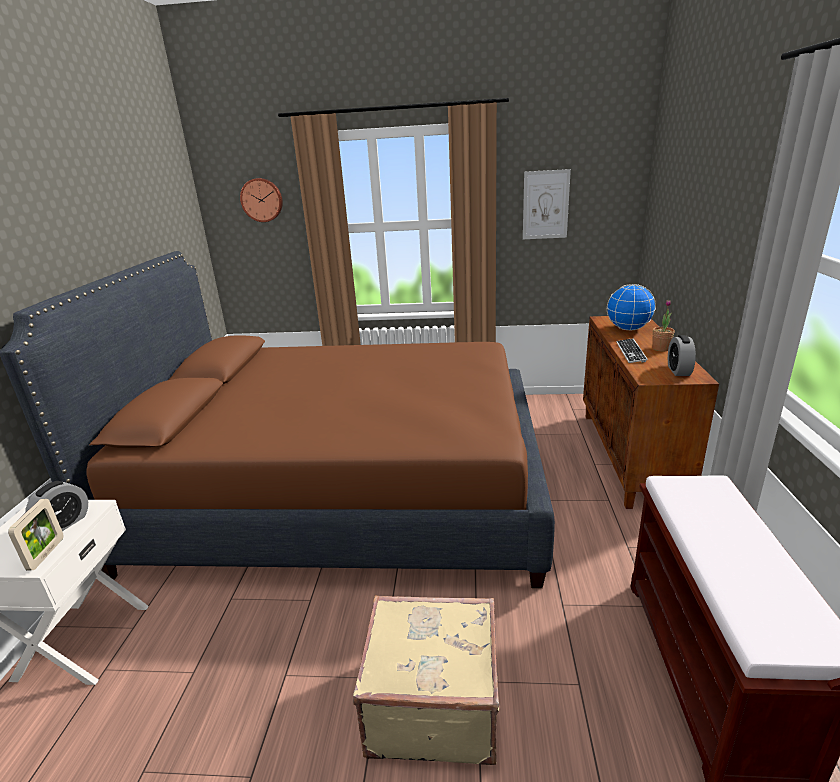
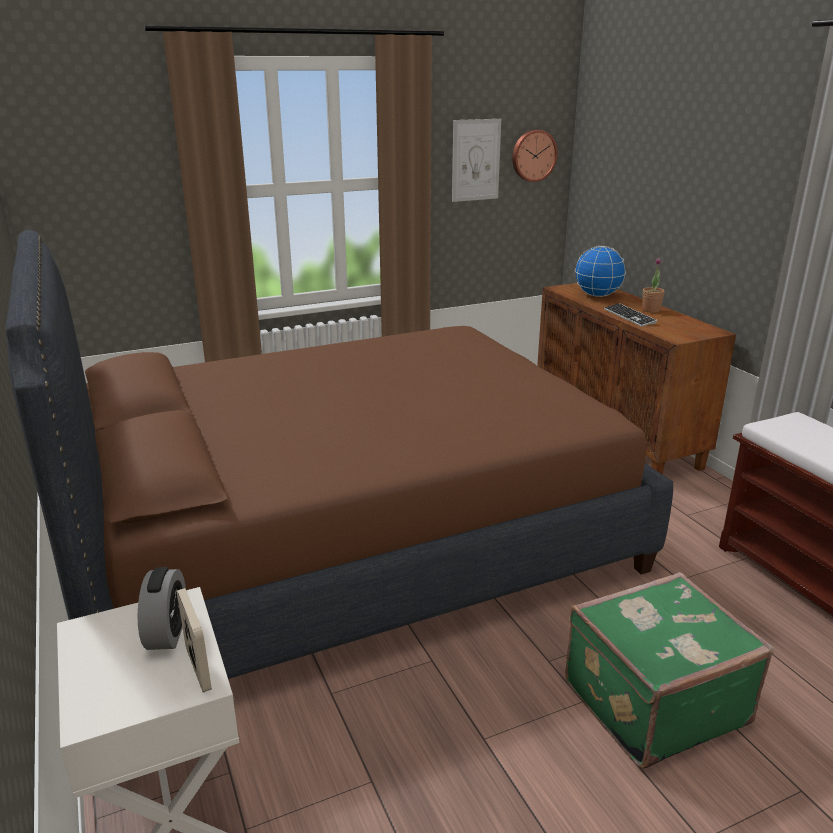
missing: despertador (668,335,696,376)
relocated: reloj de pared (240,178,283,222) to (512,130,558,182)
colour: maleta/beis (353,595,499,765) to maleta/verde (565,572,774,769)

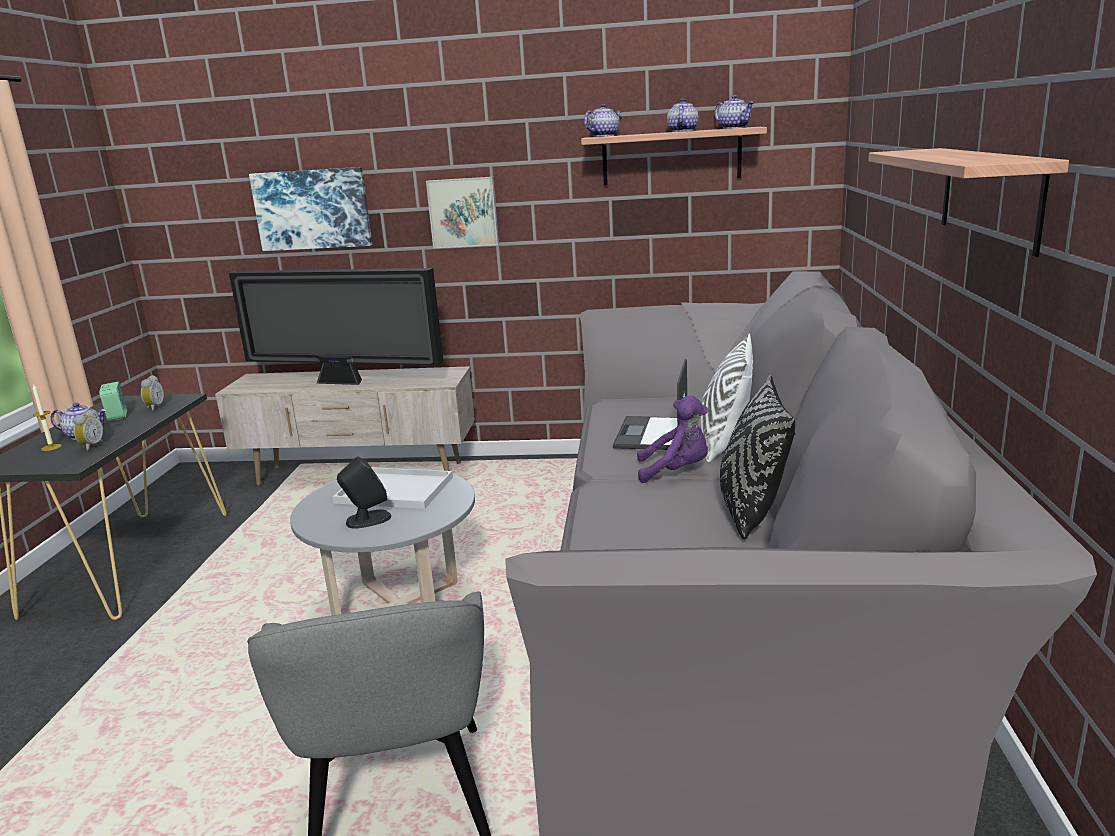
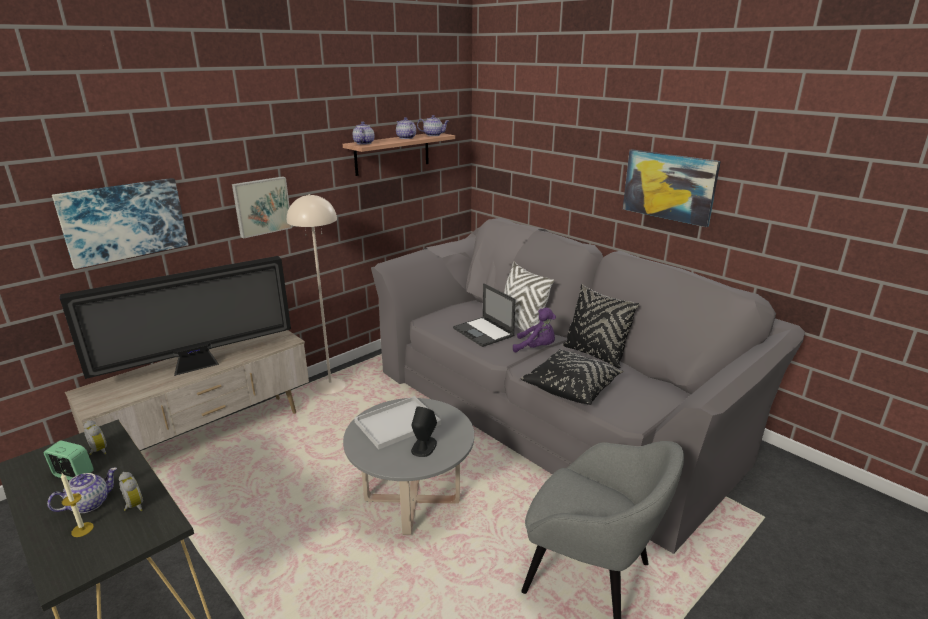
appeared: lámpara de pie/beis (287,194,346,394); cojín/negro (521,349,623,405)
exchanged: estante (868,148,1069,257) to cuadro (623,149,721,227)
spun: peluche/morado (637,395,708,483) = (513,308,556,352) 60 degrees clockwise

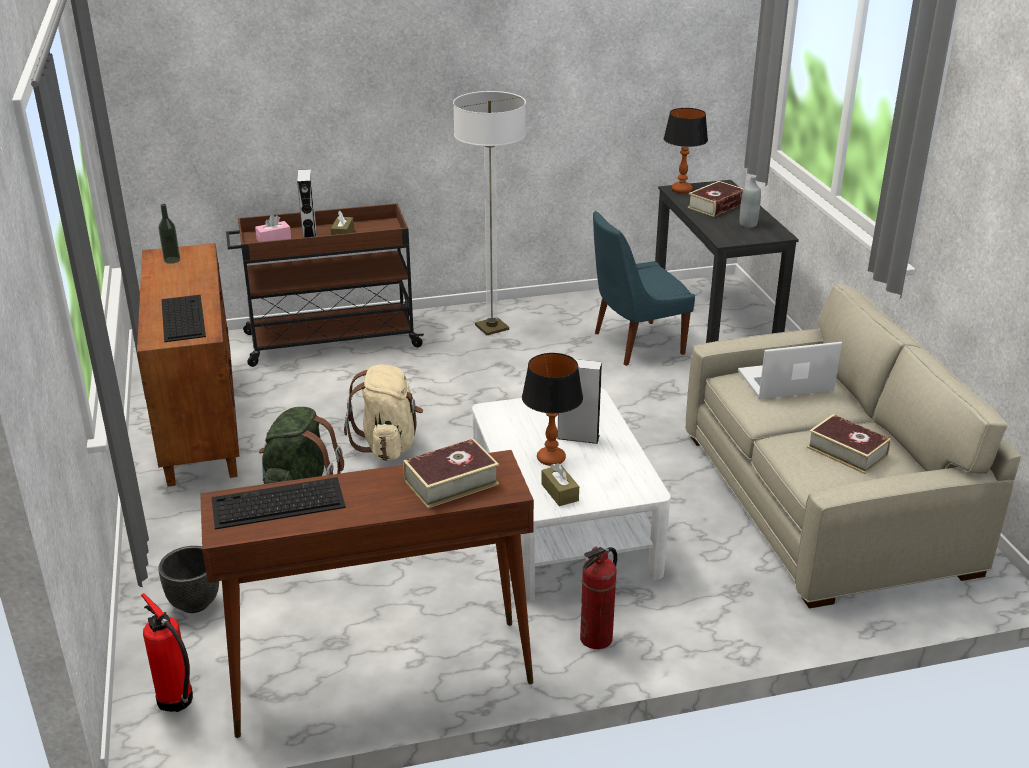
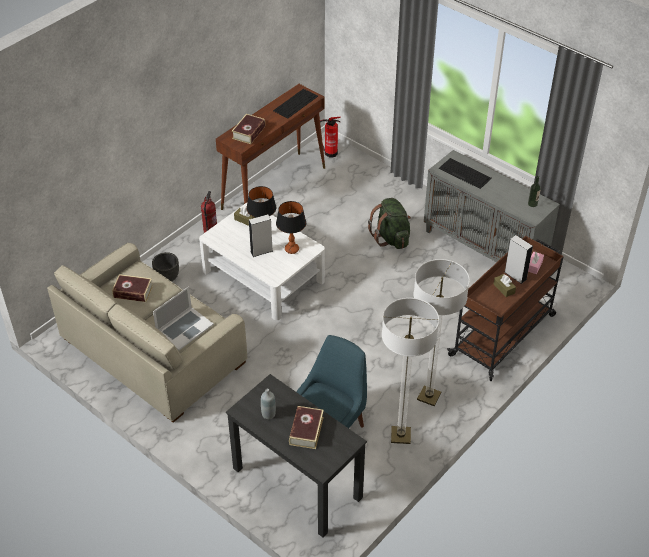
missing: mochila/beis (344,365,423,461)
appeared: lámpara de pie (382,298,439,444)
relocated: maceta/negro (158,546,219,613) to (152,252,179,282); lámpara de mesa (664,108,708,193) to (276,201,306,254)
colour: armario/marrón (137,243,240,486) to armario/gris (424,150,560,262)

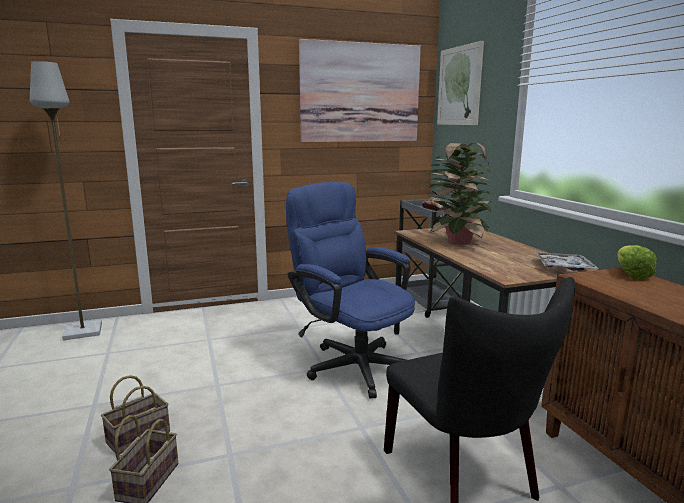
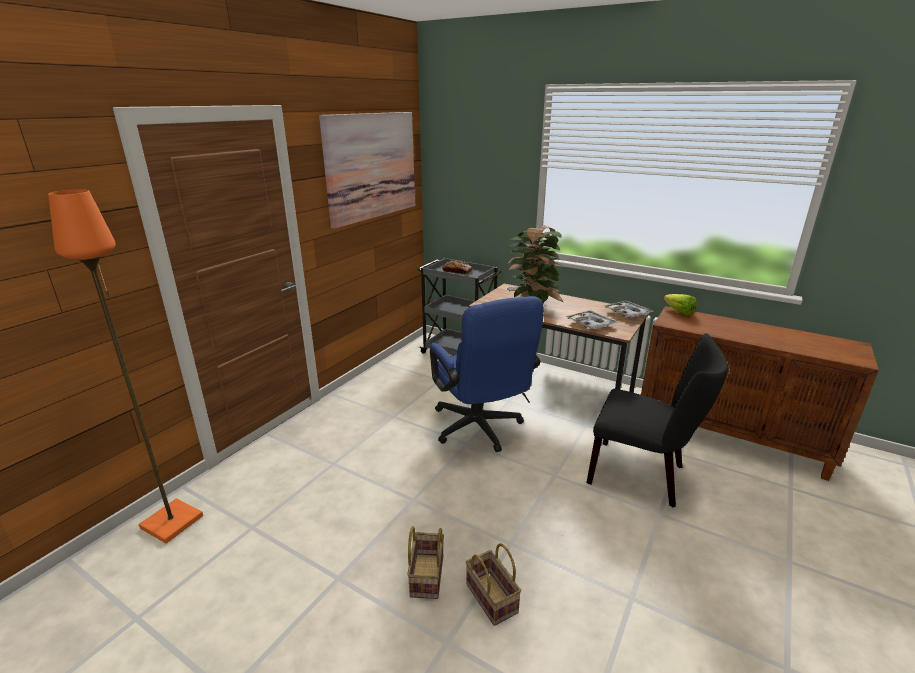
missing: cuadro (437,40,484,125)
appeared: bandeja (565,310,617,330)
colour: lámpara de pie/gris (30,61,102,340) to lámpara de pie/naranja (48,189,203,543)
spun: silla de oficina/azul (286,182,415,398) = (430,296,544,452) 120 degrees counterclockwise

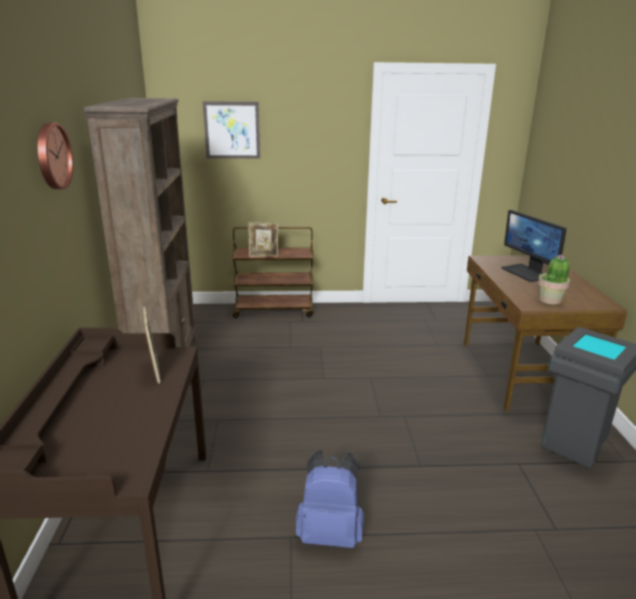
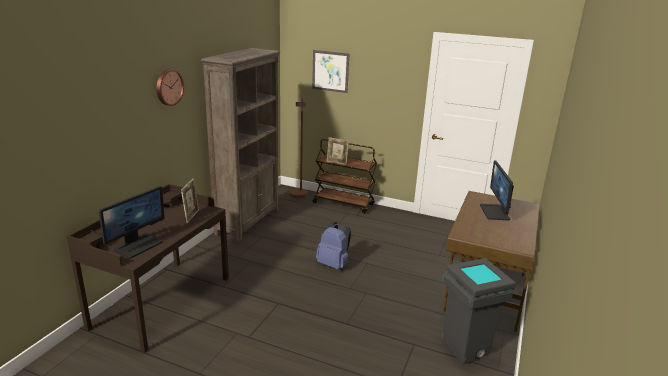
missing: planta en maceta (538,255,570,305)
appeared: monitor (99,186,164,258); lámpara de pie/marrón (290,96,308,198)
relocated: mochila/azul (296,449,364,548) to (316,222,351,269)

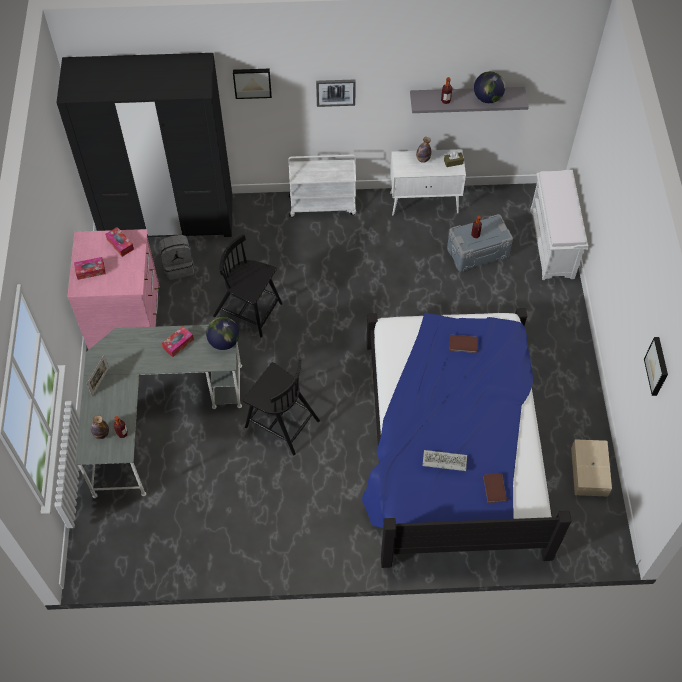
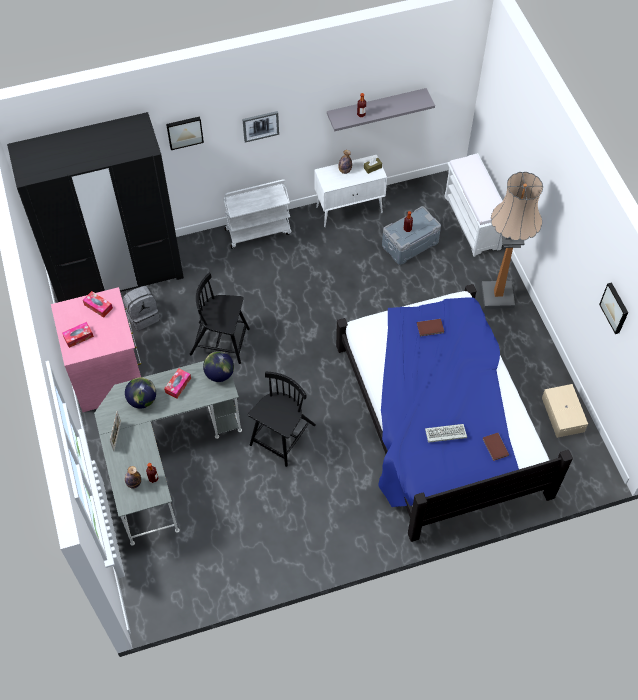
appeared: lámpara de pie (481,172,543,309)
relocated: globo terráqueo (474,71,505,103) to (125,377,156,409)
spun: silla/negro (243,360,320,455) = (248,372,316,467) 75 degrees counterclockwise

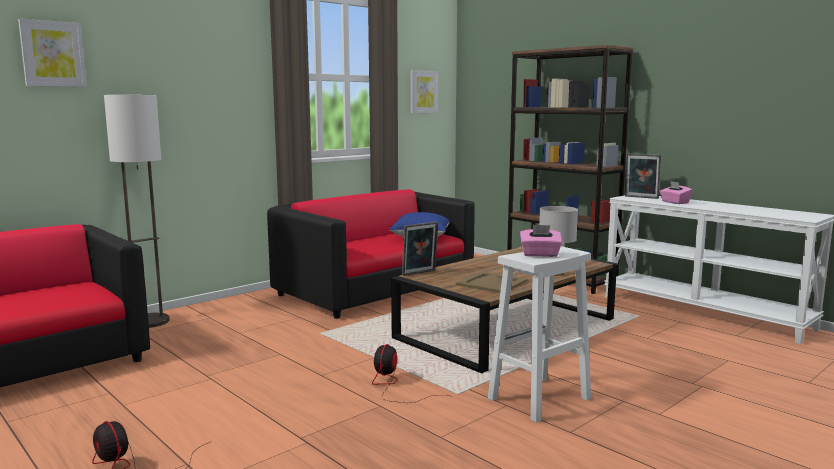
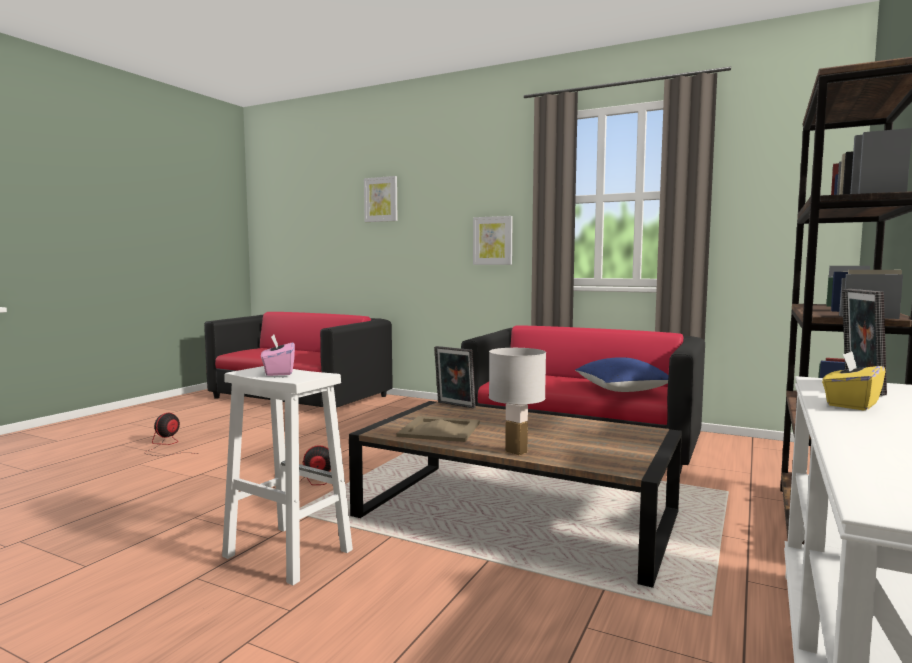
missing: lámpara de pie (104,95,170,328)
relocated: cuadro (410,70,439,113) to (473,216,513,265)
colour: caja de pañuelos/rosa (660,181,693,204) to caja de pañuelos/amarillo (822,351,886,410)

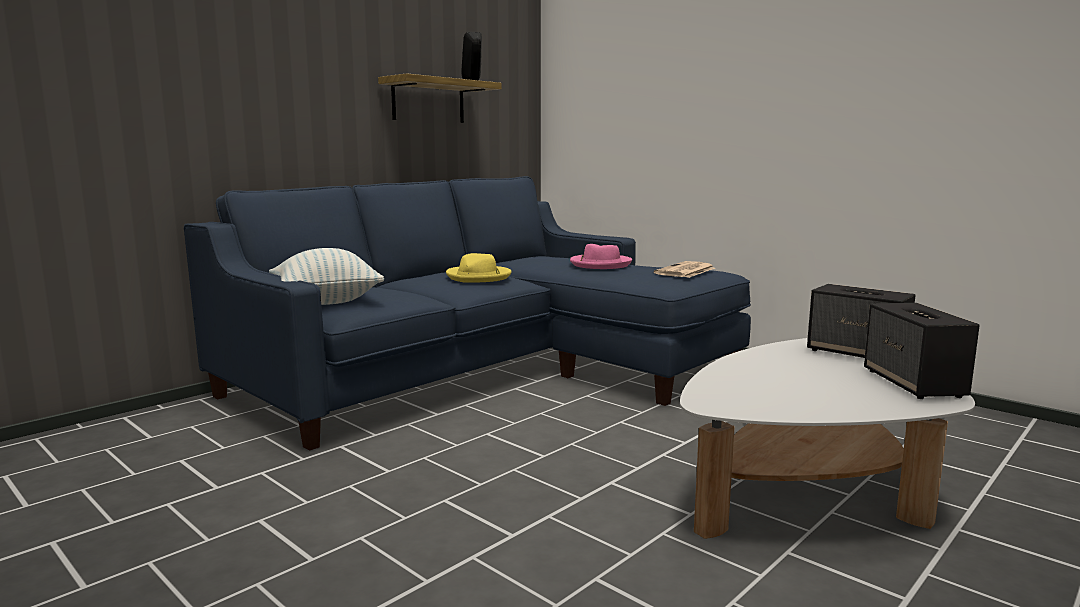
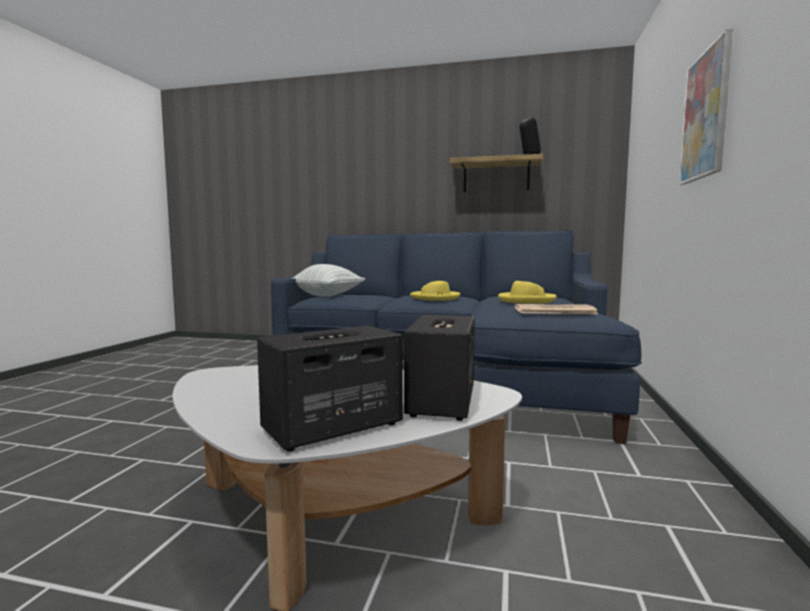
appeared: cuadro (679,29,733,185)
colour: sombrero/rosa (570,244,632,269) to sombrero/amarillo (498,281,557,304)

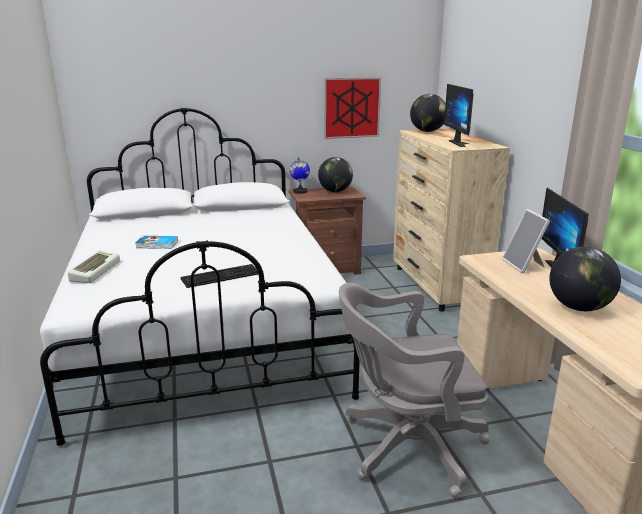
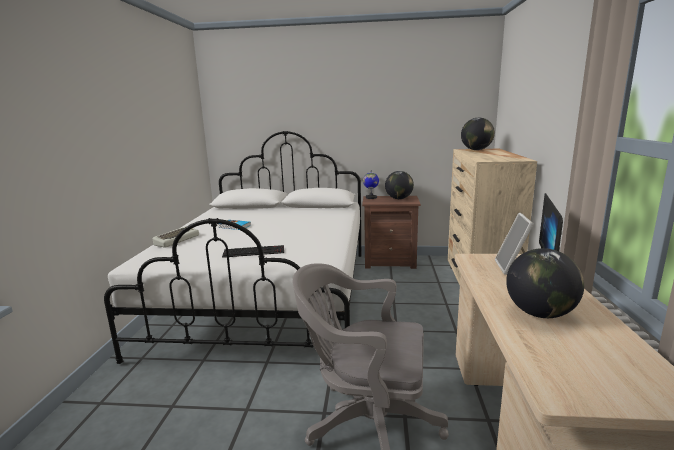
missing: cuadro (324,77,381,139); monitor (444,84,474,147)

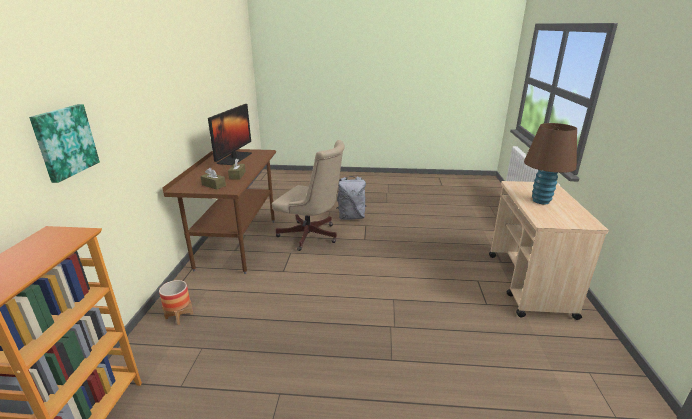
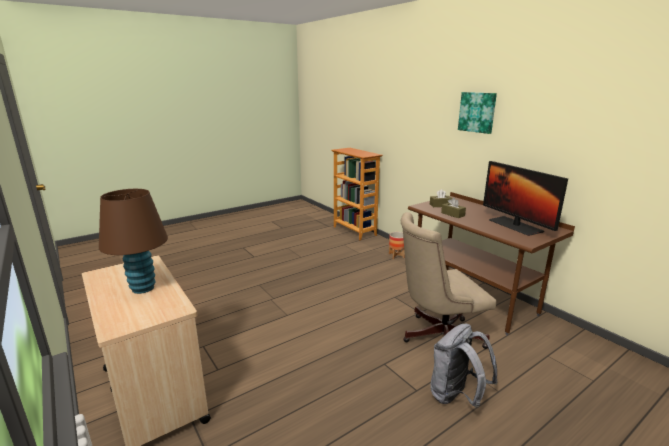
relocated: cuadro (29,104,100,183) to (458,92,497,134)

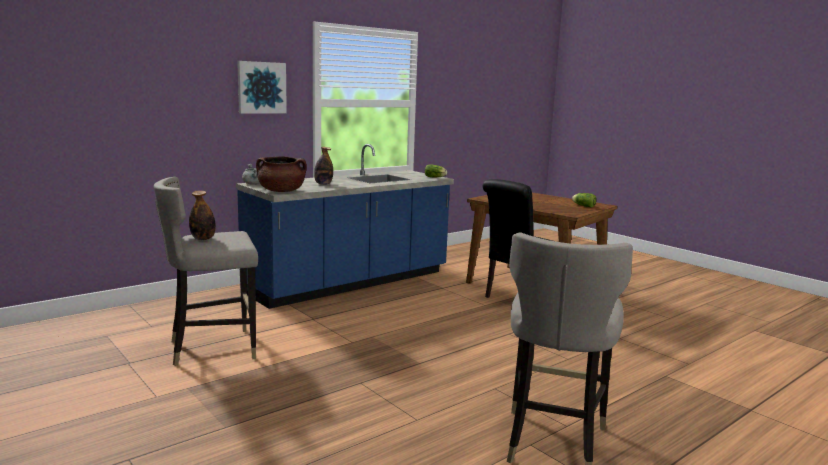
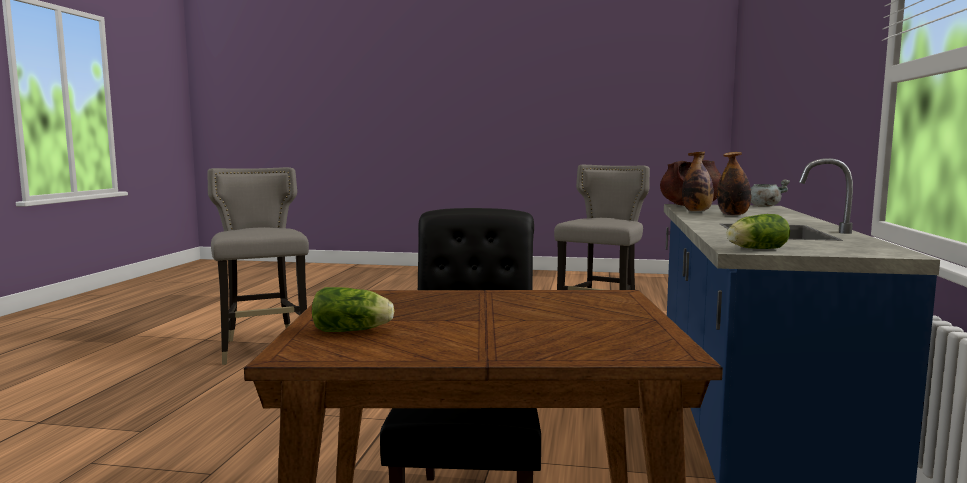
missing: cuadro (237,61,287,114)
relocated: botella (189,190,216,240) to (682,152,714,211)

